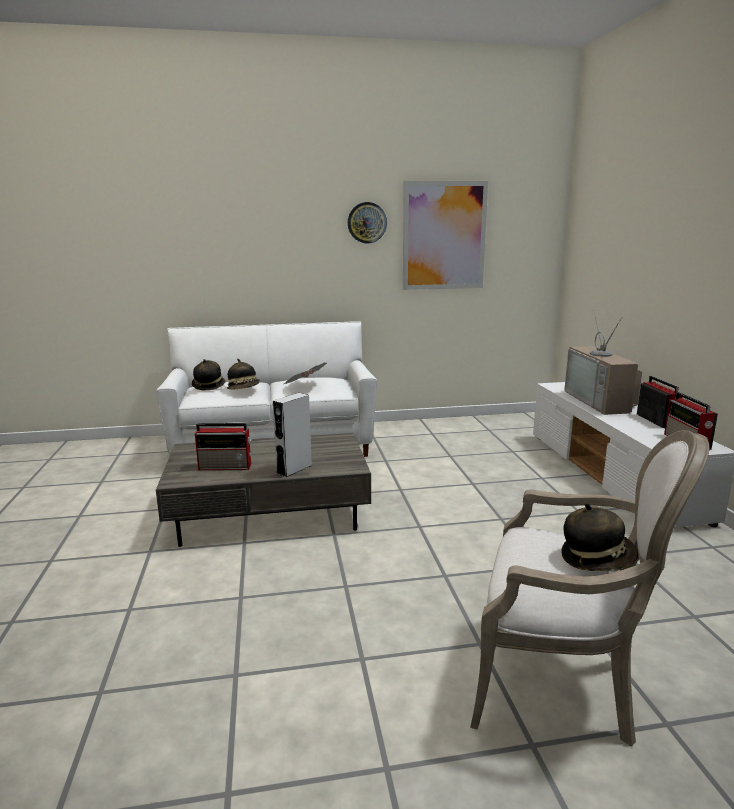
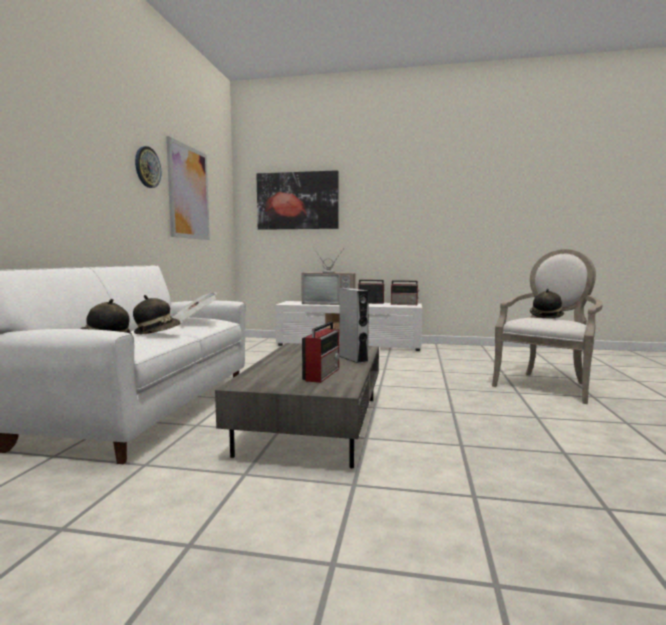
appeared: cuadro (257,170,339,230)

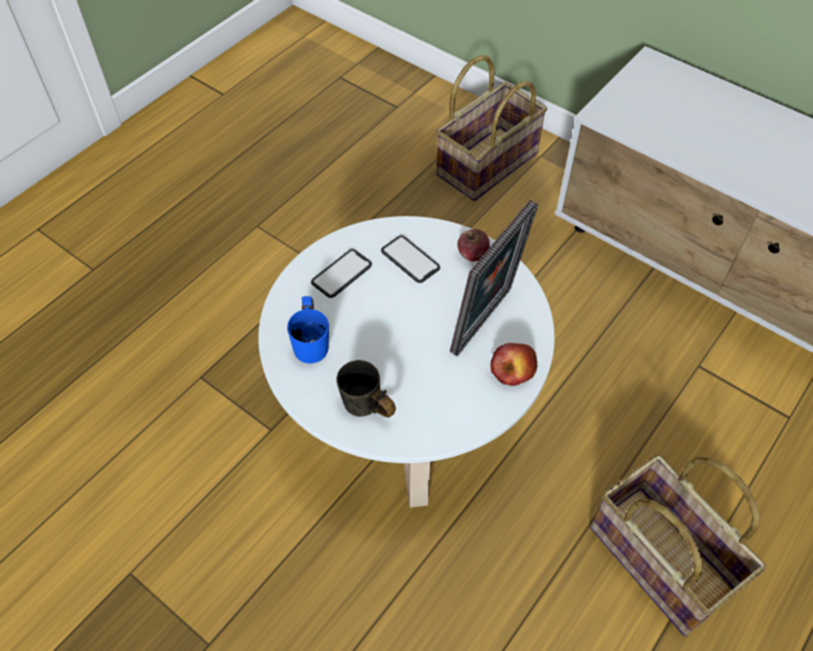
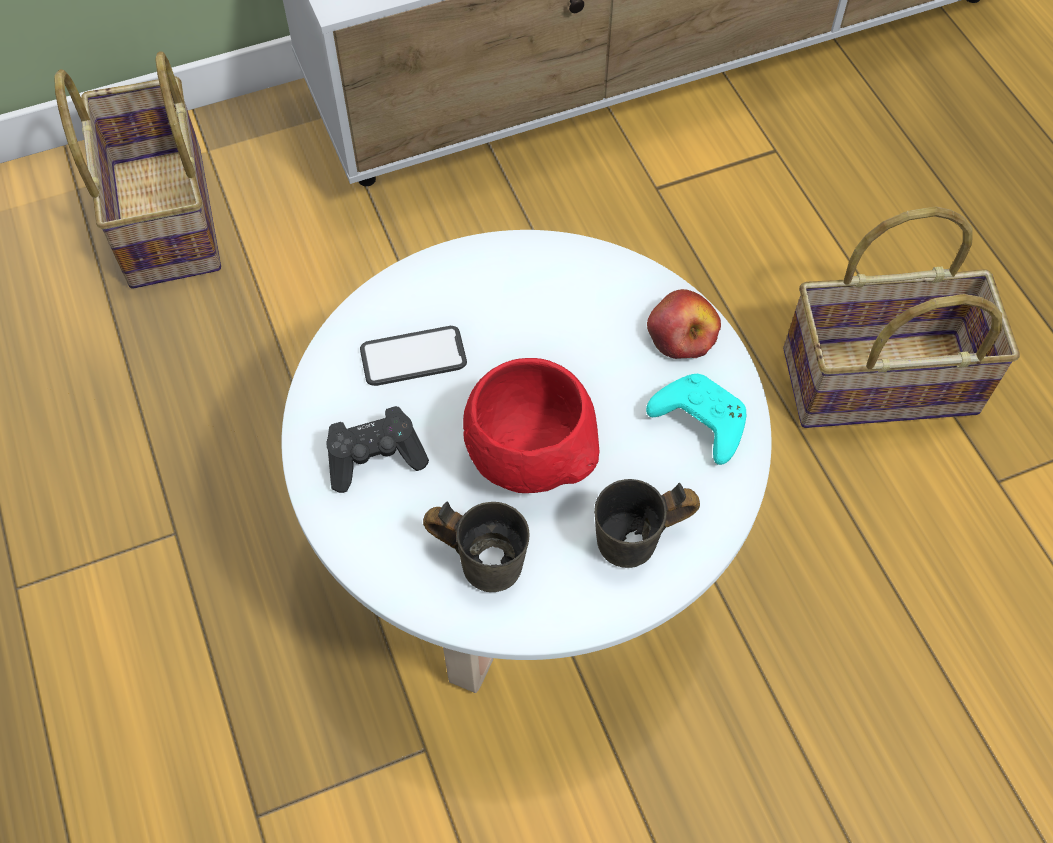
missing: portarretratos (450,200,538,356); manzana (457,229,490,262)
appeared: cuenco/rojo (463,358,599,493); mando de consola/turquesa (646,374,746,465)
exchanged: móvil (311,249,372,298) to mando de consola/negro (326,406,429,493)
colour: taza grande/azul (287,296,329,363) to taza grande/gris (423,502,530,592)

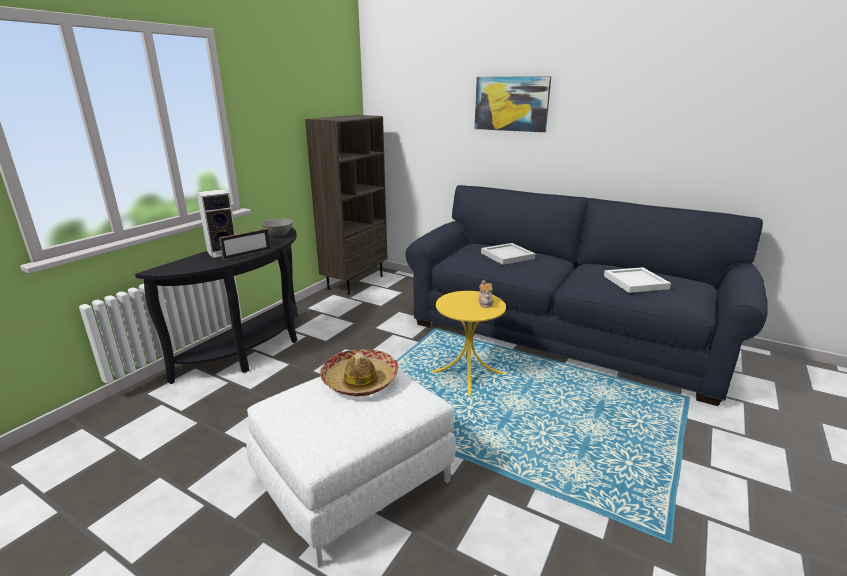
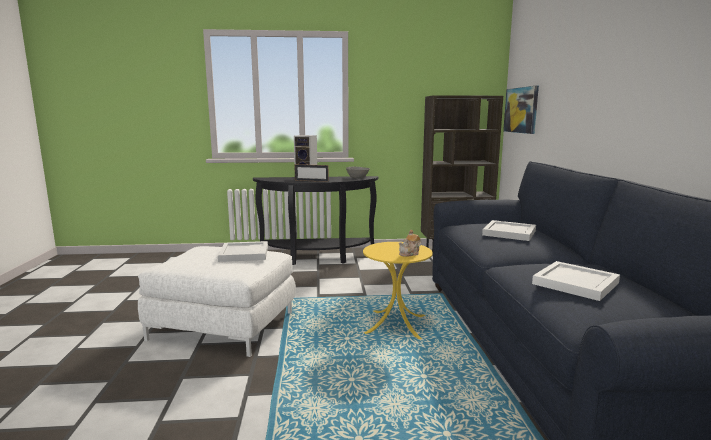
relocated: cuadro (475,76,551,133) to (503,86,539,134)
exchanged: sombrero (320,349,398,396) to bandeja/blanco (218,241,268,262)

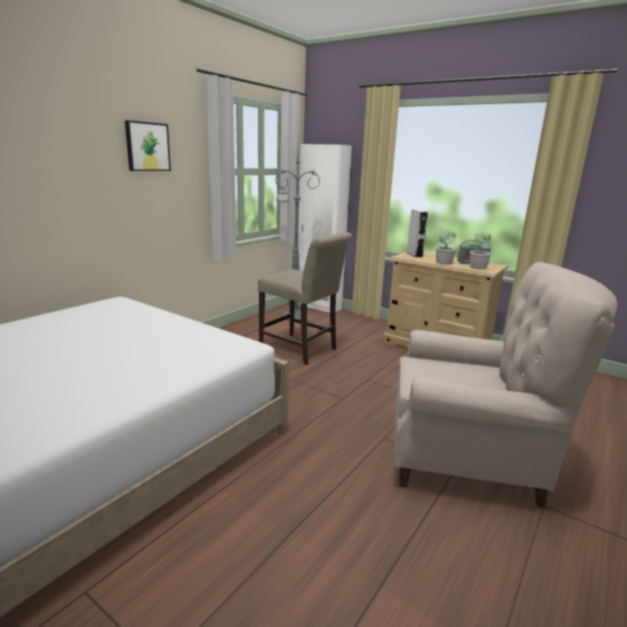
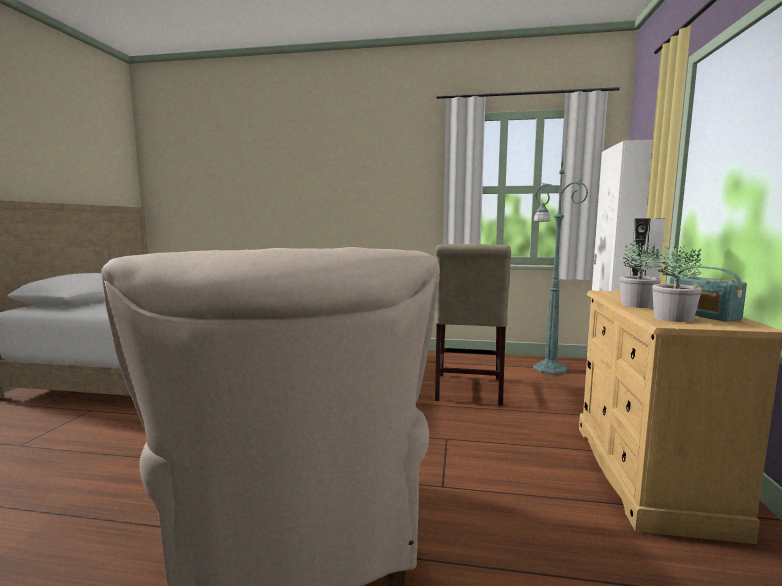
missing: cuadro (125,120,171,171)

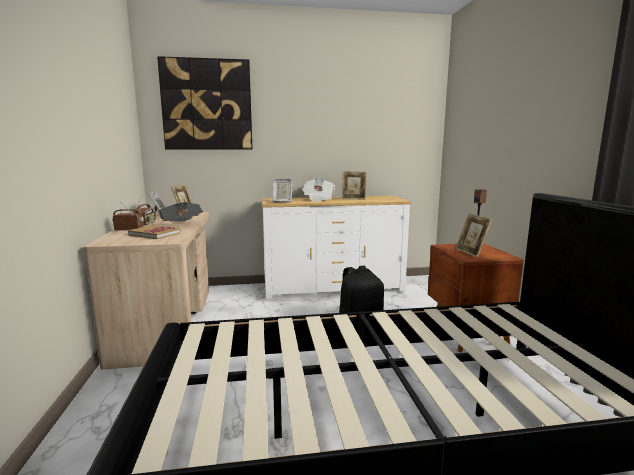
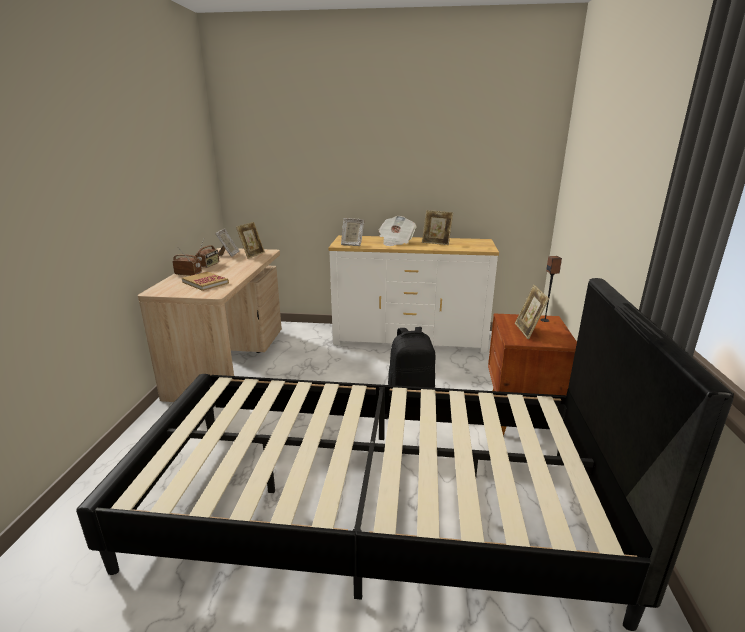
missing: cuadro (157,56,253,149); periódico (158,202,203,221)

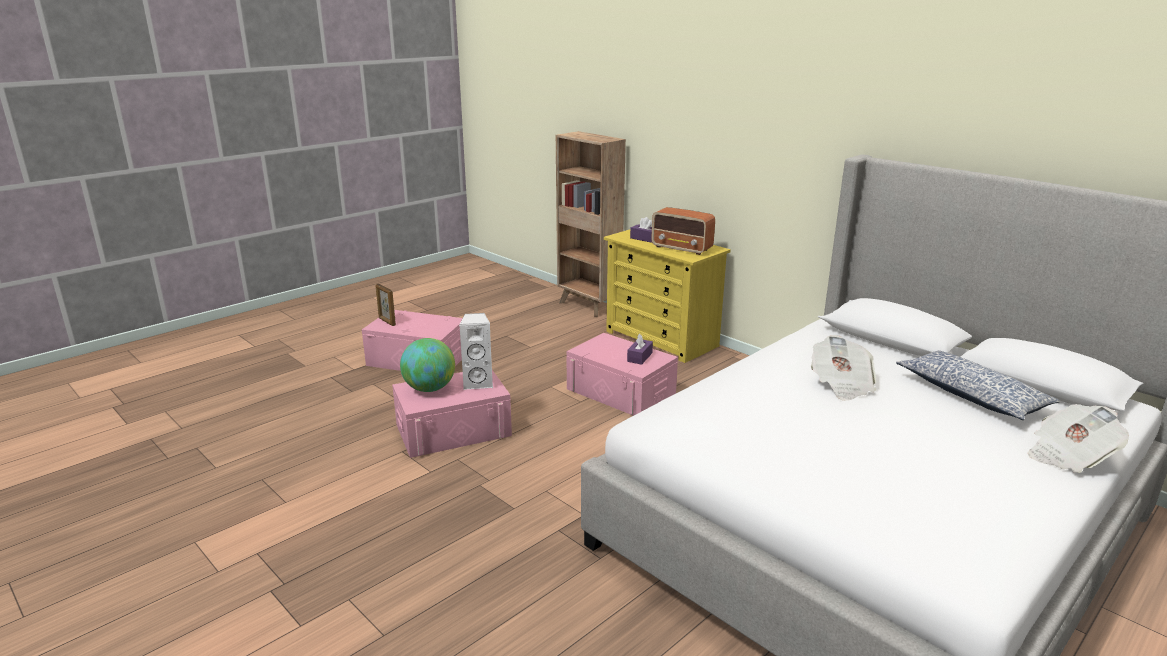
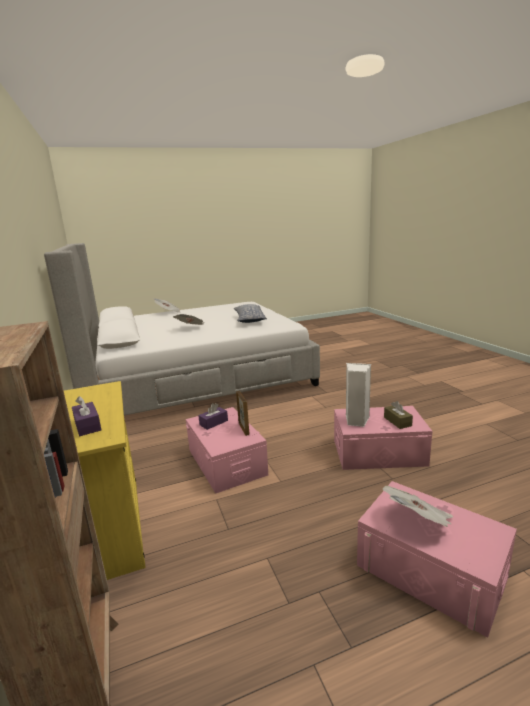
missing: radio (651,207,715,255)
appeared: periódico (383,486,453,527)
relocated: portarretratos (375,284,396,326) to (236,391,249,436); cojín (896,351,1061,420) to (234,304,267,323)
exchanged: globo terráqueo (400,338,455,392) to caja de pañuelos/marrón (384,401,413,429)

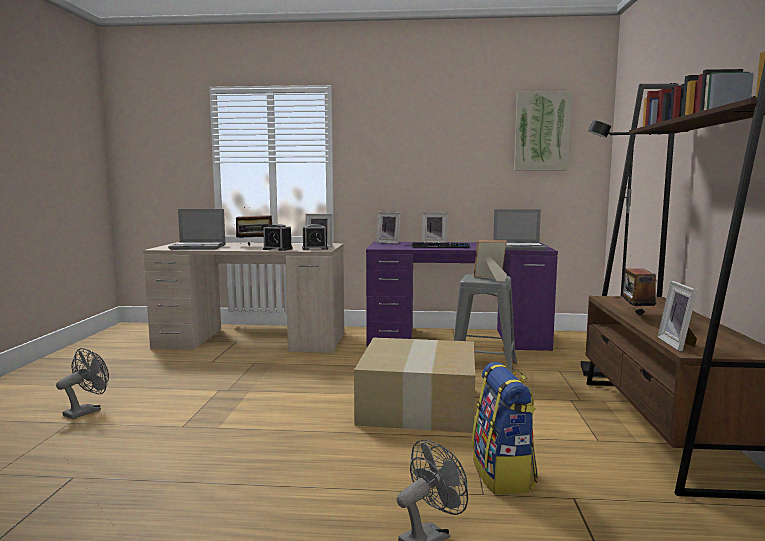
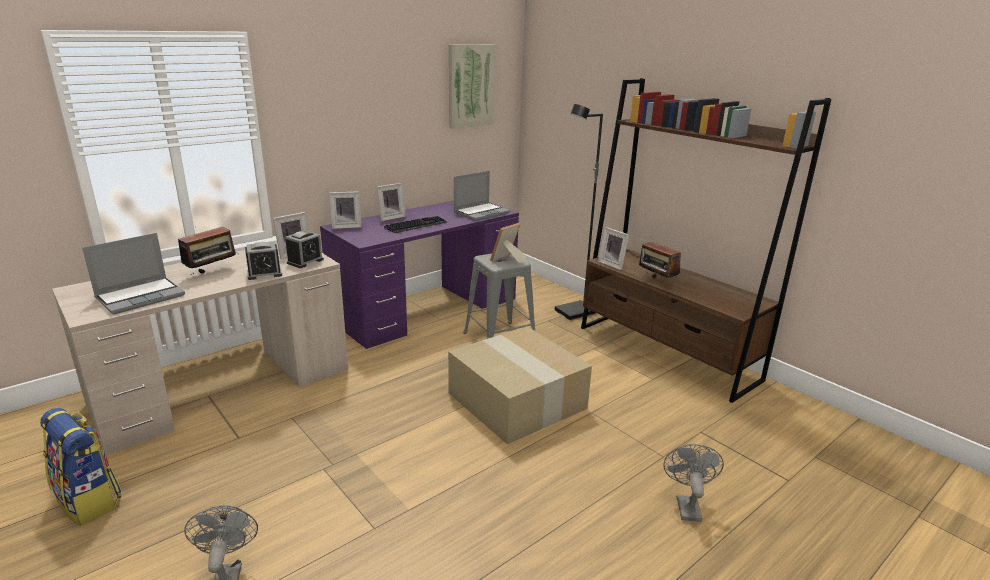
relocated: mochila (472,362,538,494) to (40,408,122,526); portarretratos (657,281,698,352) to (598,227,629,270)

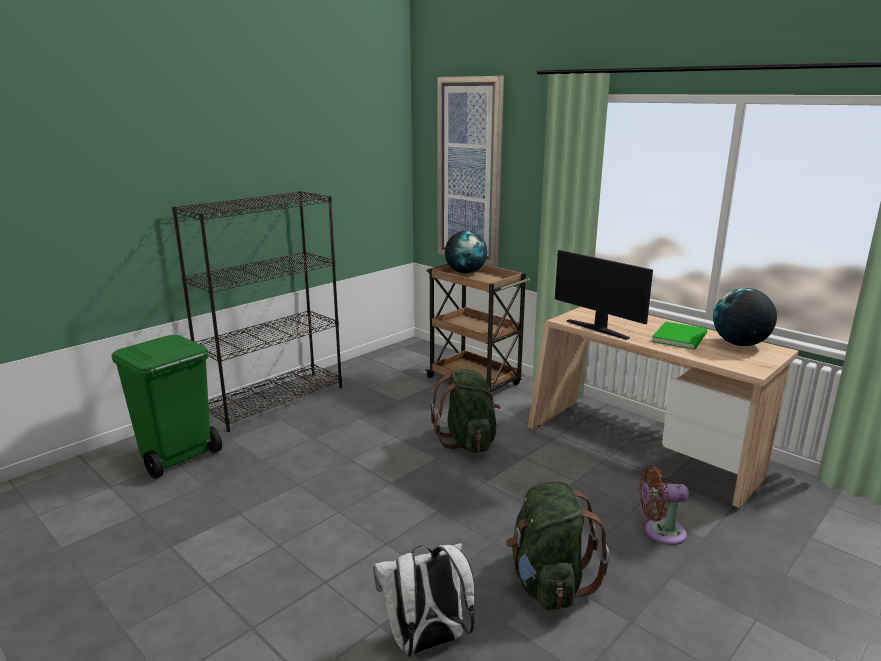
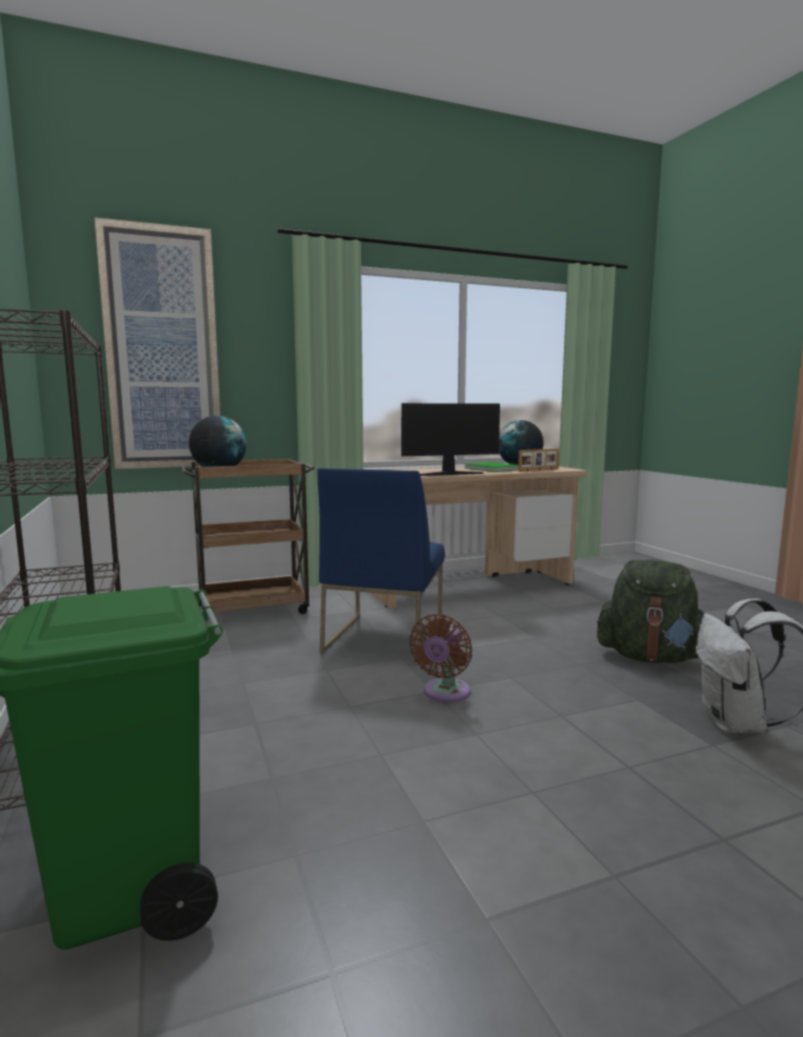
appeared: portarretratos (518,449,559,472)
relocated: ventilador/marrón (639,466,689,545) to (409,614,472,702)
exchanged: mochila/verde (430,369,501,453) to silla/azul (317,468,445,664)

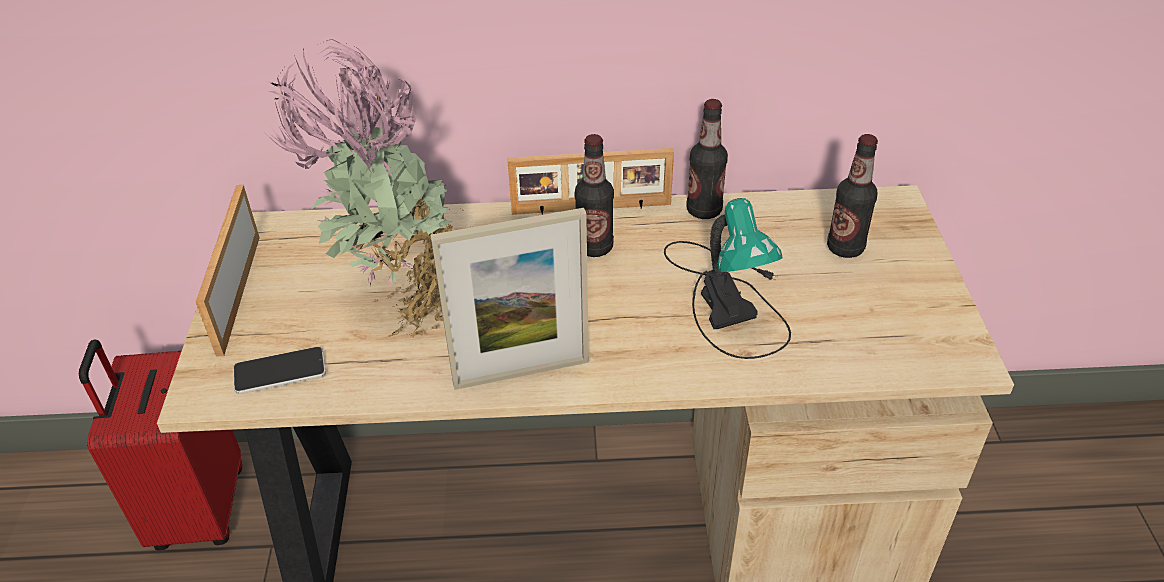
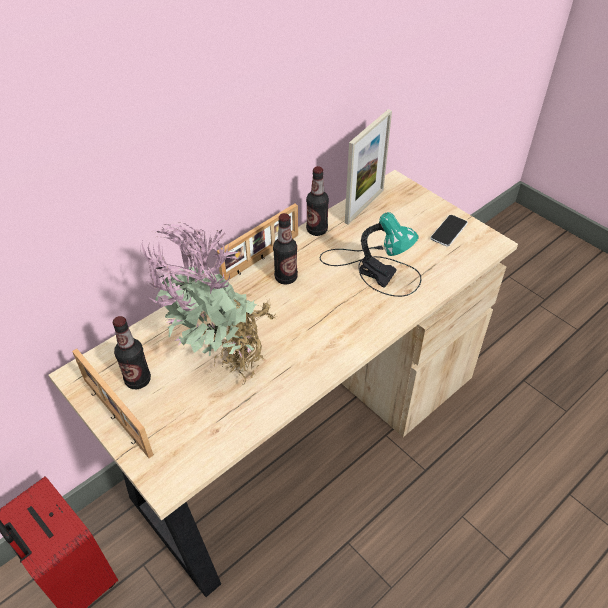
relocated: móvil (233,346,326,394) to (430,215,468,247); portarretratos (430,208,589,390) to (345,109,392,224); botella (827,134,878,258) to (113,316,151,389)

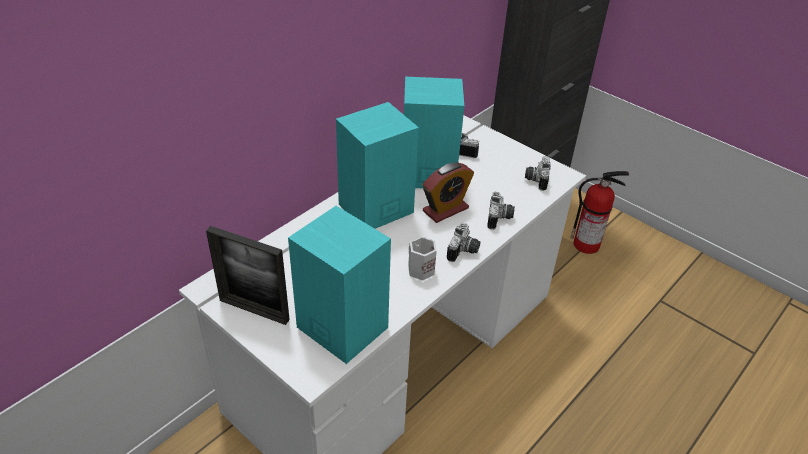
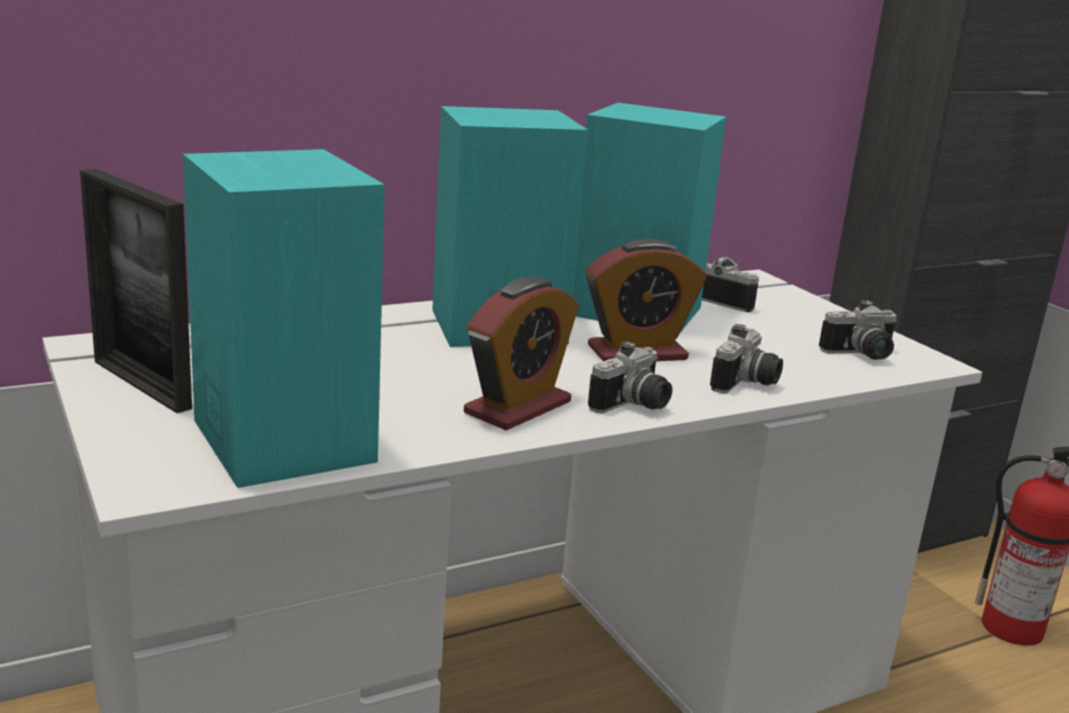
exchanged: taza grande/blanco (408,236,437,280) to despertador (464,277,579,430)
spun: cámara (525,156,551,191) = (819,300,897,360) 135 degrees counterclockwise

